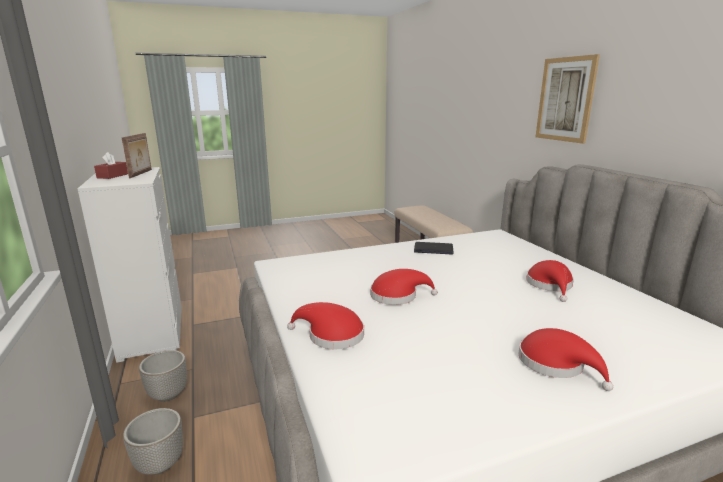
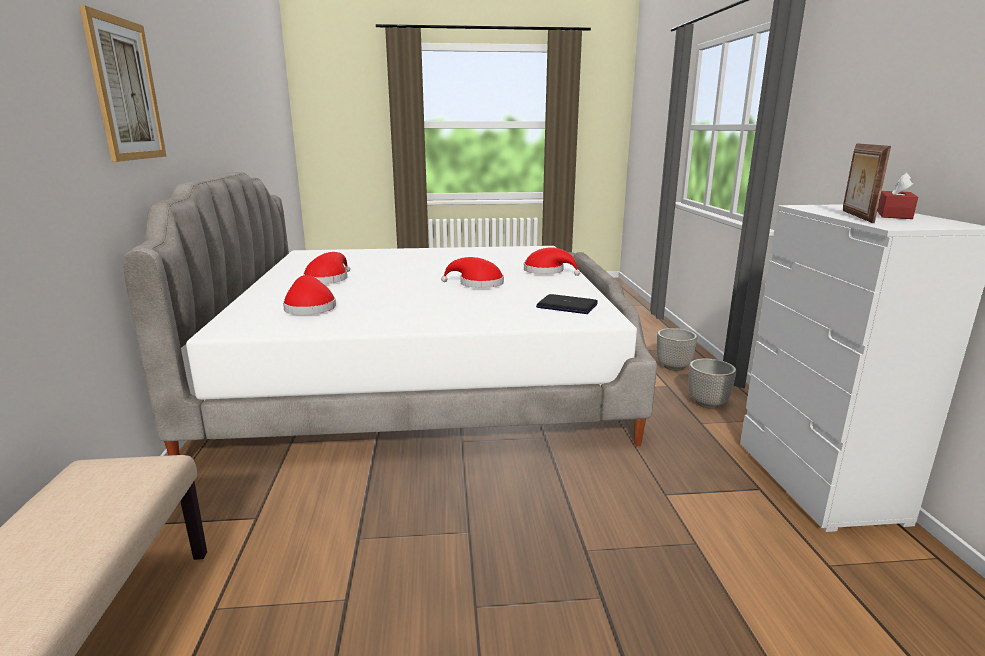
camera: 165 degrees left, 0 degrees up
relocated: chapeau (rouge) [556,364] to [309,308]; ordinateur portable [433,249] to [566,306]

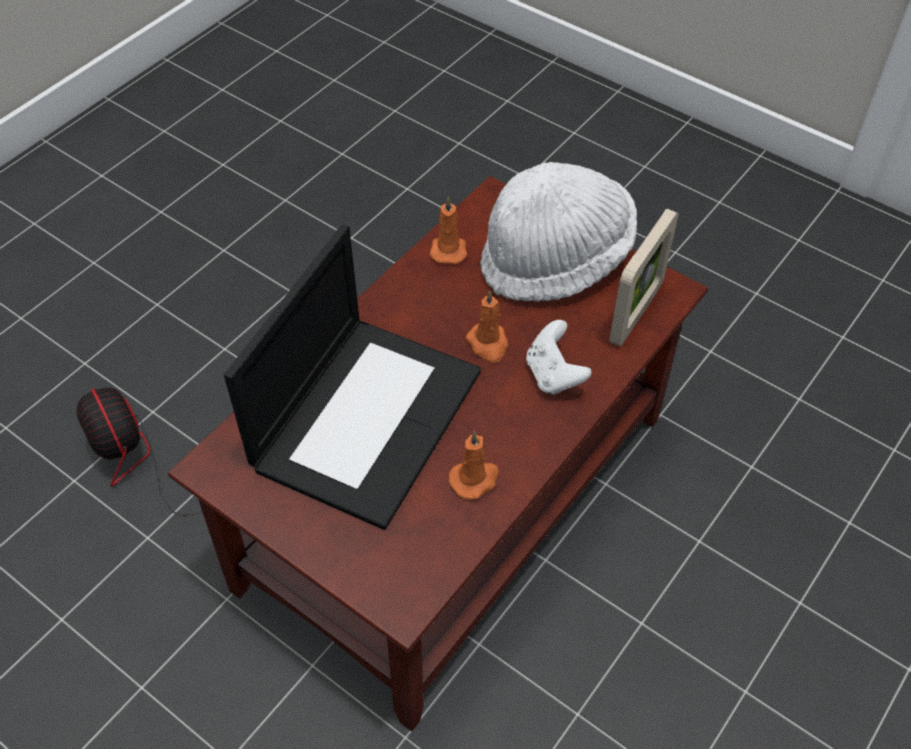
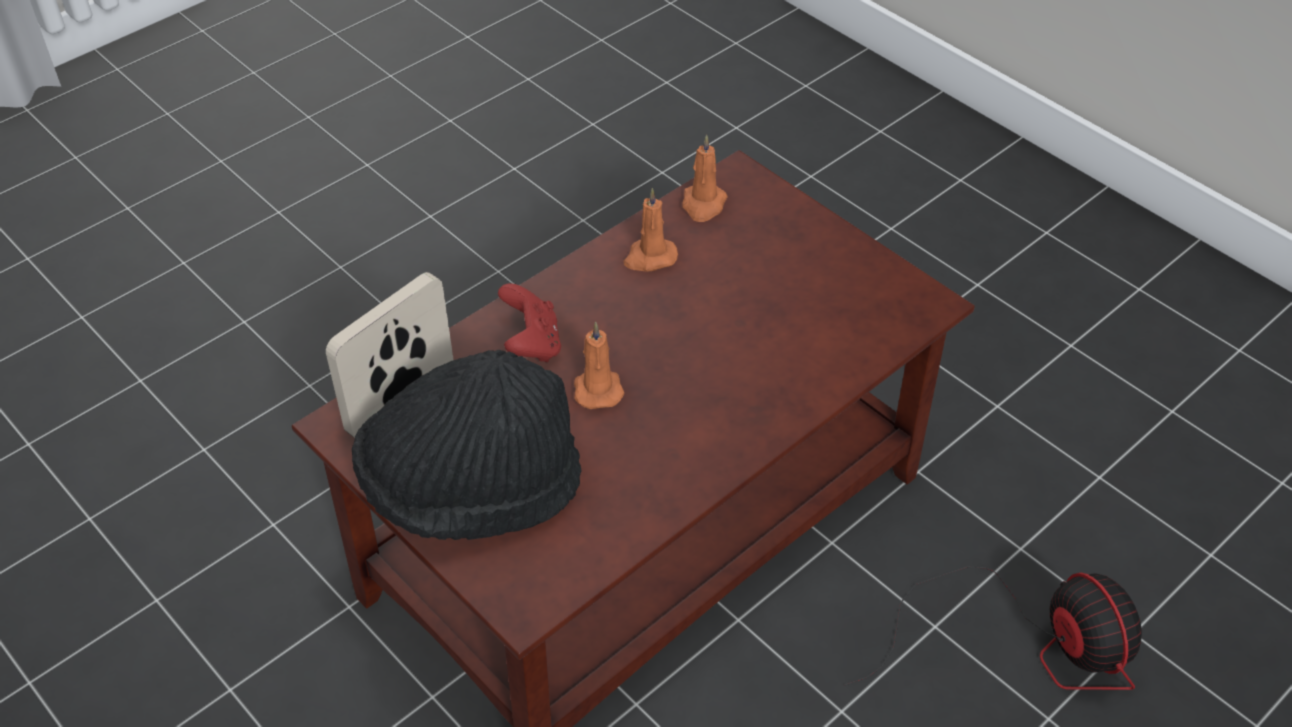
camera: 170 degrees left, 5 degrees down
missing: ordinateur portable [367,416]
relocated: bougie (orange) [448,249] to [703,205]
colour: chapeau (blanc) [556,260] to chapeau (noir) [472,488]; manette (blanc) [553,375] to manette (rouge) [531,344]

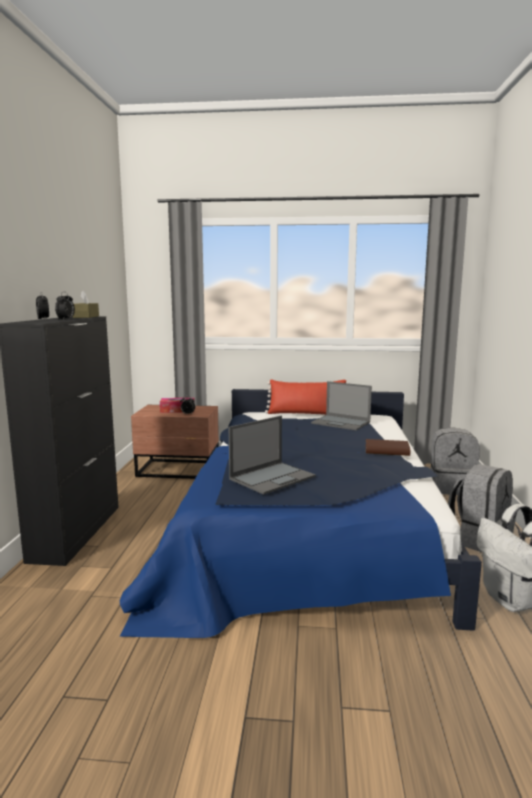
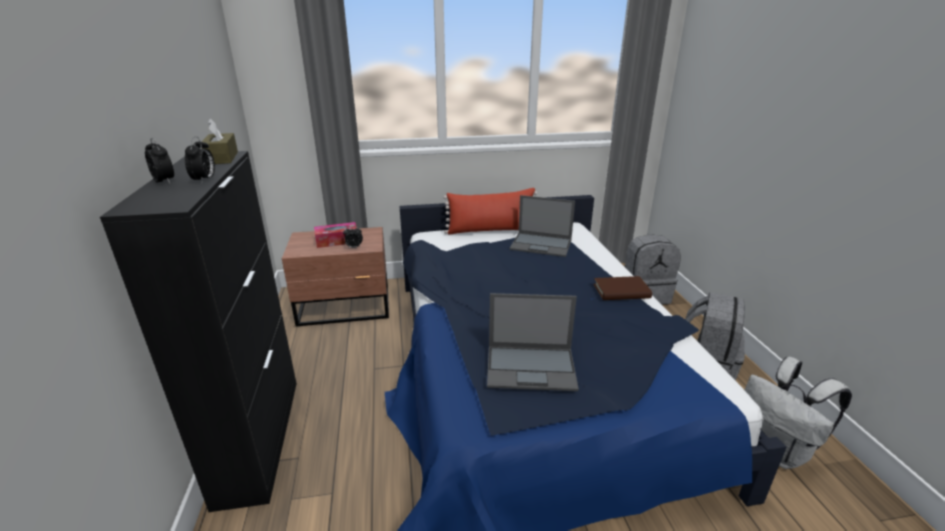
camera: 15 degrees left, 15 degrees up
spun: ordinateur portable [273,477] = [532,367] 60 degrees clockwise

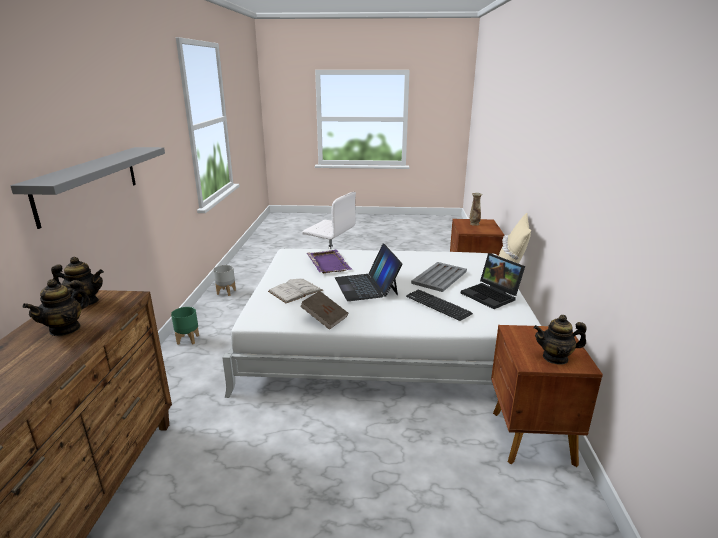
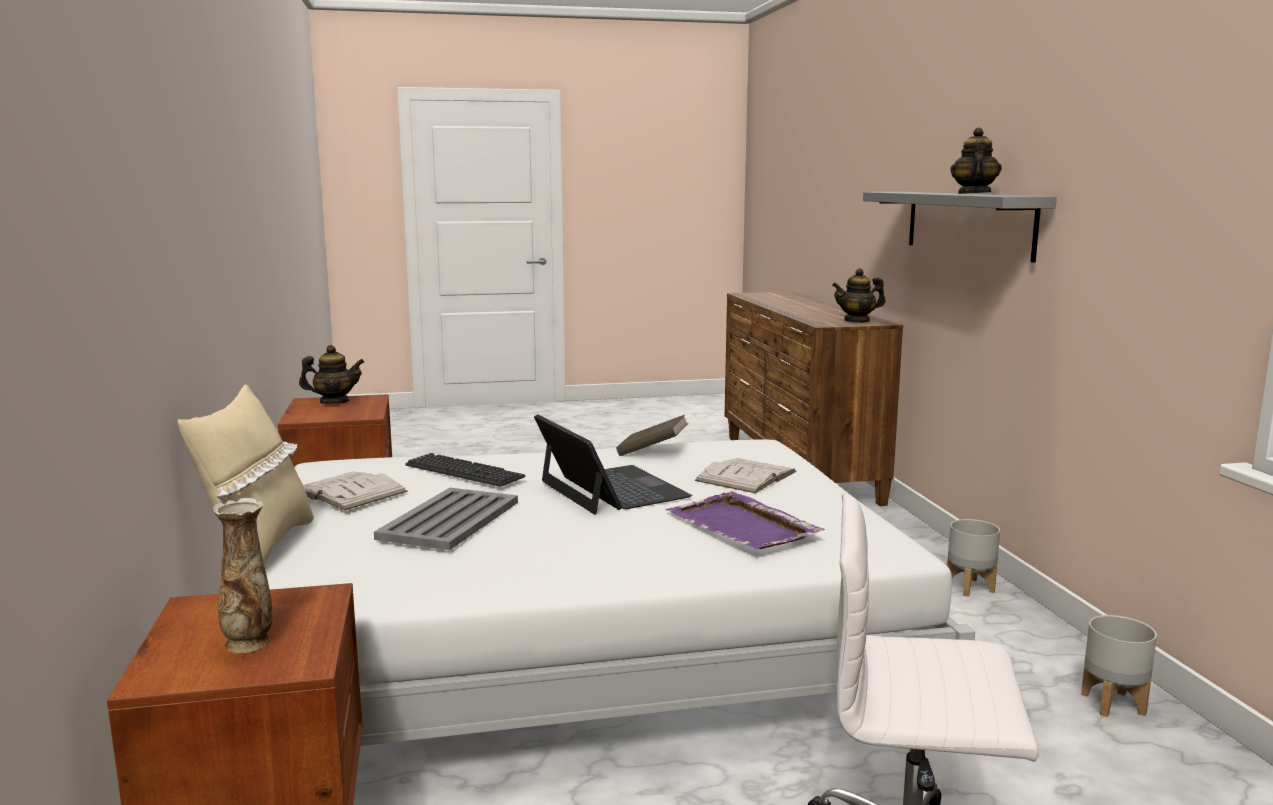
camera: 165 degrees right, 10 degrees down
relocated: théière [65,329] to [973,194]
exchanged: ordinateur portable [492,295] to livre (blanc) [348,491]
colour: cache-pot (vert) [187,339] to cache-pot (gris) [970,587]

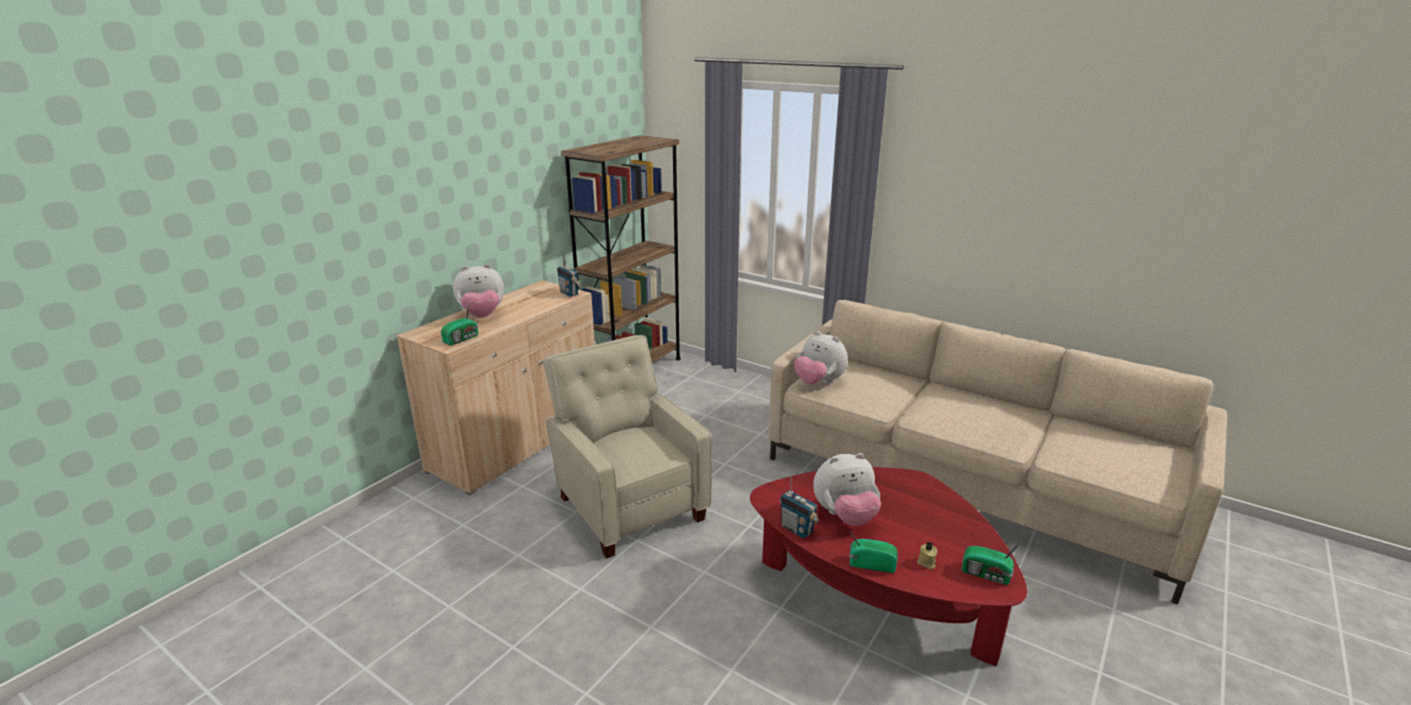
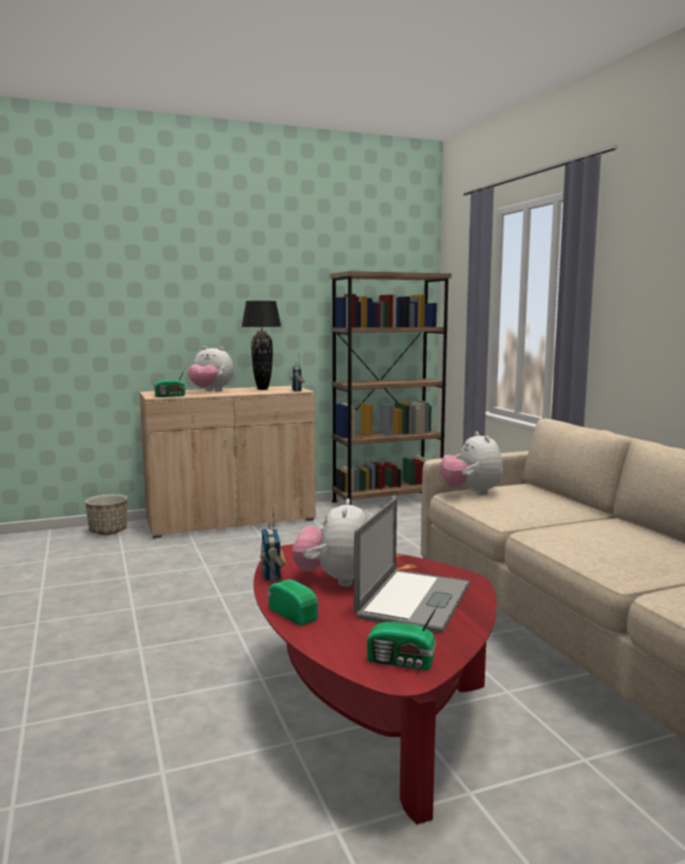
camera: 35 degrees right, 15 degrees down
missing: fauteuil (beige) [629,505]; bougie (beige) [926,563]
appeared: cache-pot [108,531]; lampe de table (noir) [262,389]; ordinateur portable [414,600]
spun: peluche [845,516] = [334,580] 75 degrees clockwise; radio [987,575] = [402,662] 45 degrees counterclockwise

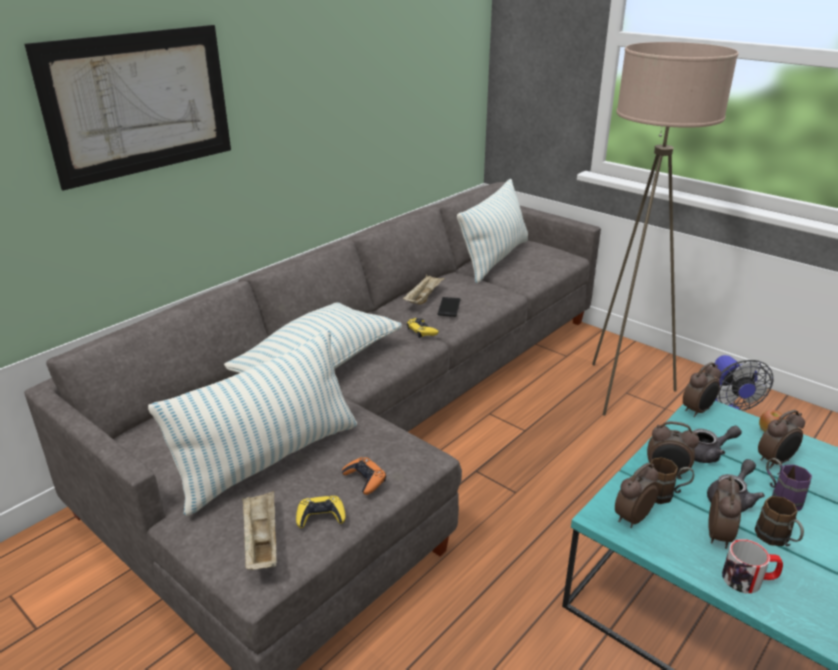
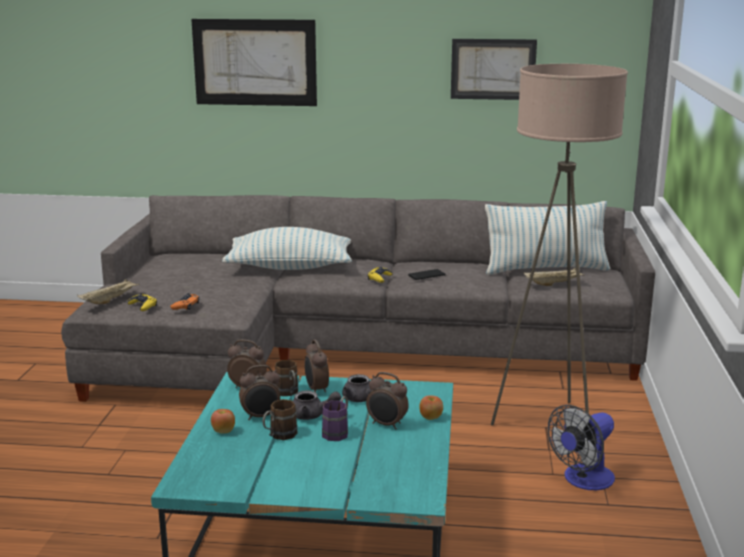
camera: 55 degrees right, 10 degrees down
missing: coussin [269,460]; réveil [698,411]
appeared: tableau [493,69]
relocated: plateau (beige) [423,298] to [553,284]
exchanged: mug [749,579] to pomme [223,431]

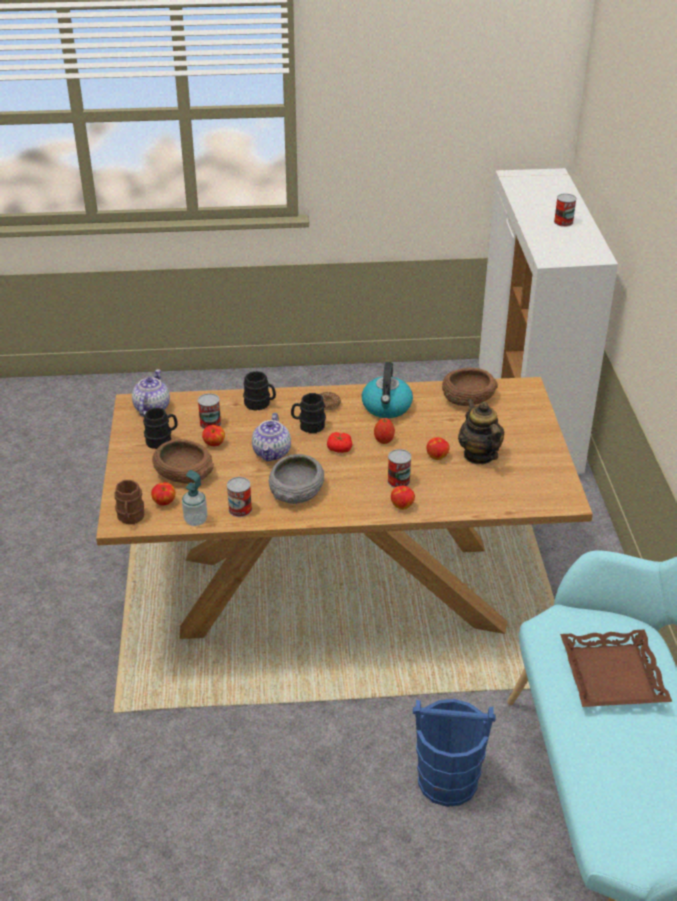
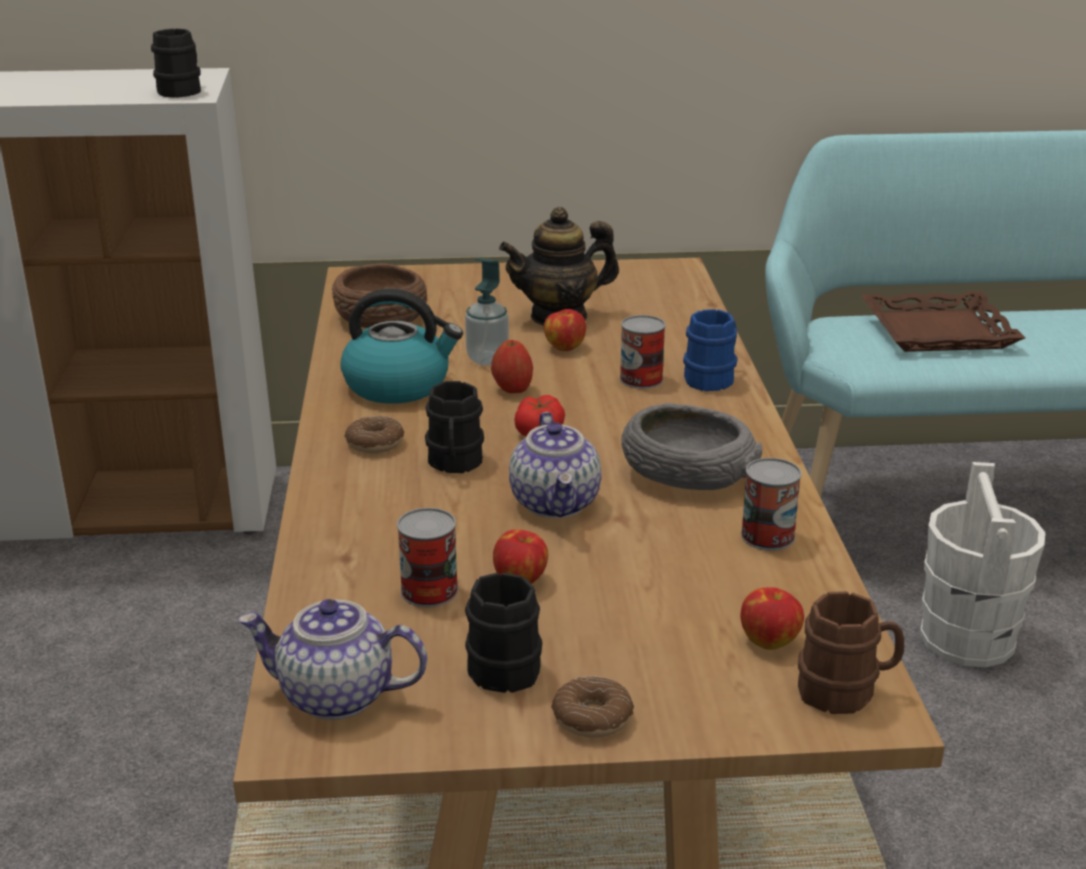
camera: 90 degrees left, 10 degrees down
missing: bol (marron) [184,472]; boîte métallique [563,222]
appeared: beignet [592,717]
relocated: mug (noir) [260,404] to [183,90]; distributeur de savon [195,520] to [487,359]
exchanged: pomme [402,505] to mug (bleu) [713,377]
colour: seau (bleu) [448,781] to seau (blanc) [967,638]
spun: théière [272,453] = [556,503] 75 degrees clockwise

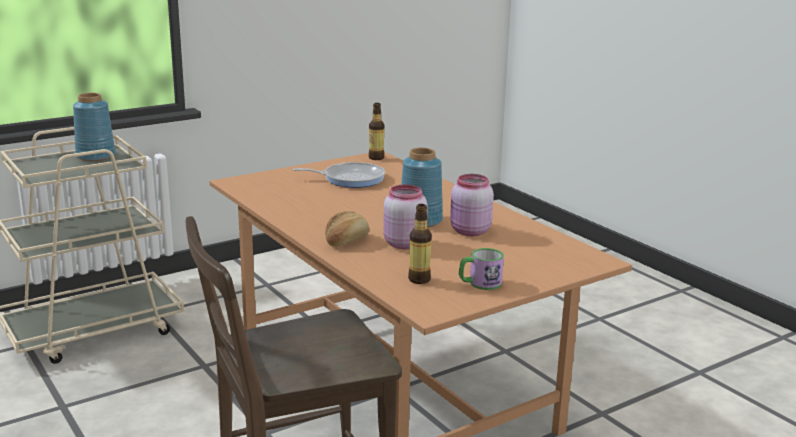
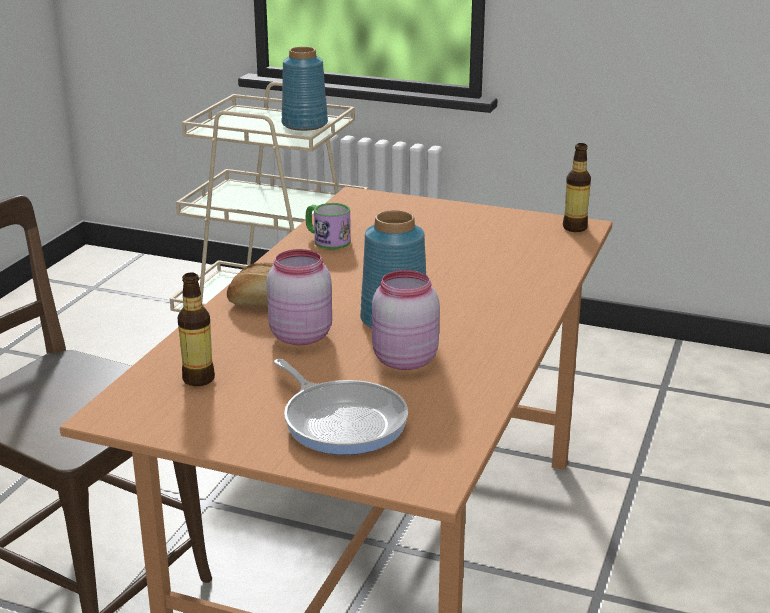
camera: 55 degrees right, 5 degrees up
relocated: poêle [350,179] to [342,421]; mug [479,283] to [327,240]

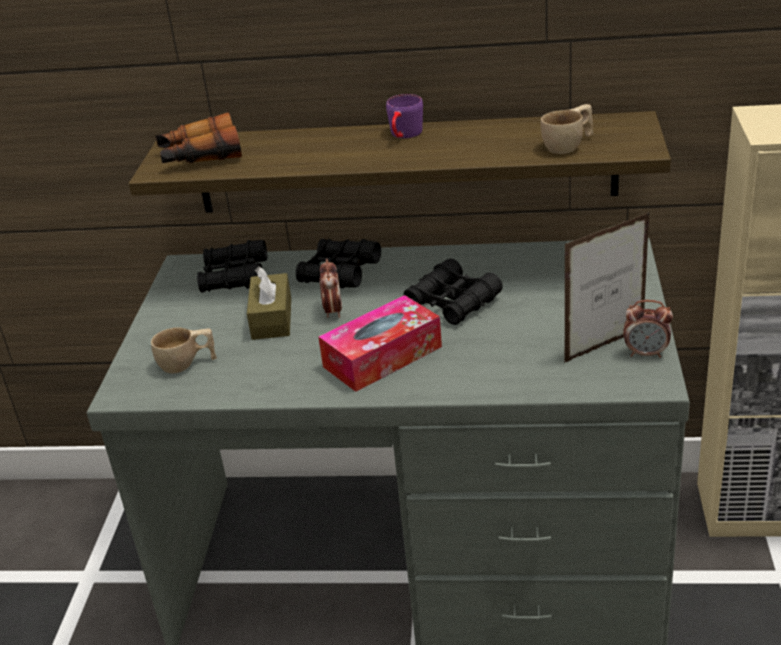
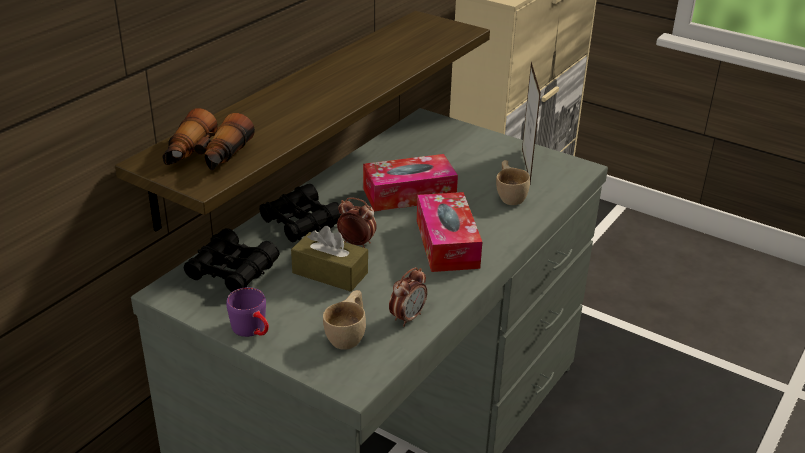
camera: 65 degrees left, 0 degrees up
relocated: mug (violet) [404,135] to [253,330]; réveil [646,353] to [407,318]; tasse (beige) [569,146] to [510,195]
exchanged: jumelles (noir) [453,302] to boîte à mouchoirs [409,194]

